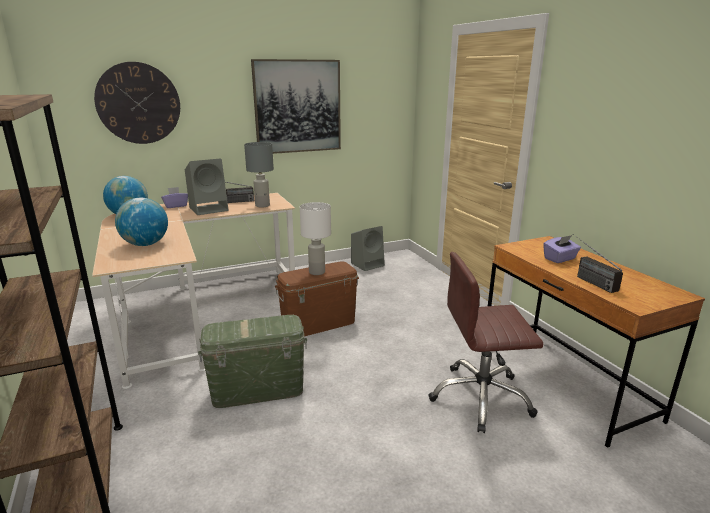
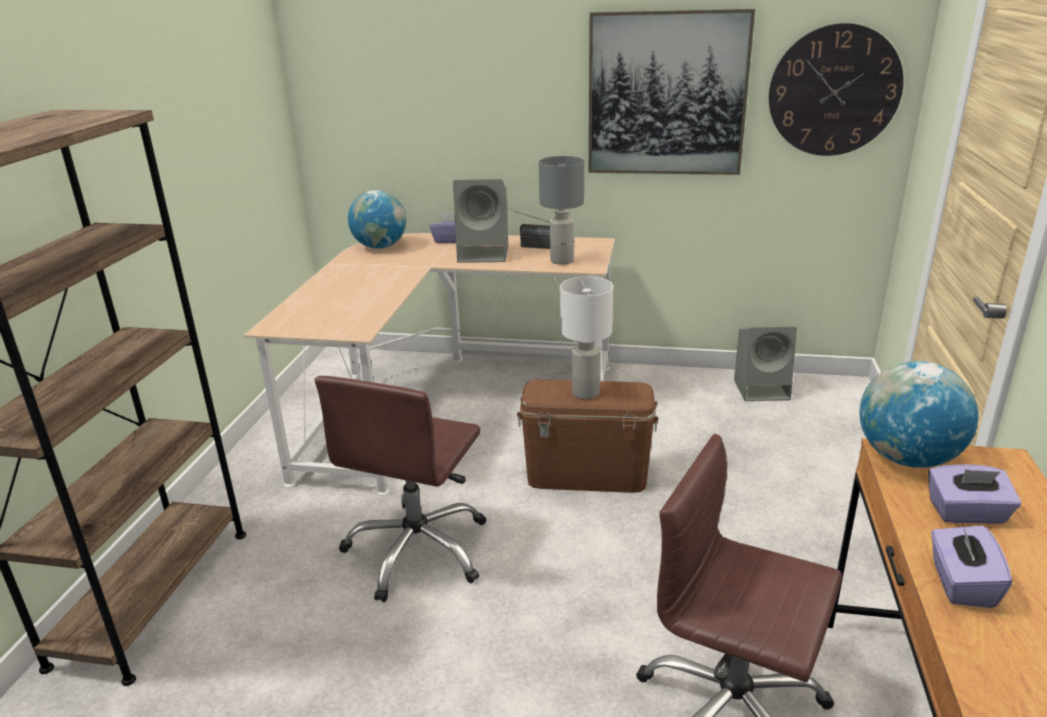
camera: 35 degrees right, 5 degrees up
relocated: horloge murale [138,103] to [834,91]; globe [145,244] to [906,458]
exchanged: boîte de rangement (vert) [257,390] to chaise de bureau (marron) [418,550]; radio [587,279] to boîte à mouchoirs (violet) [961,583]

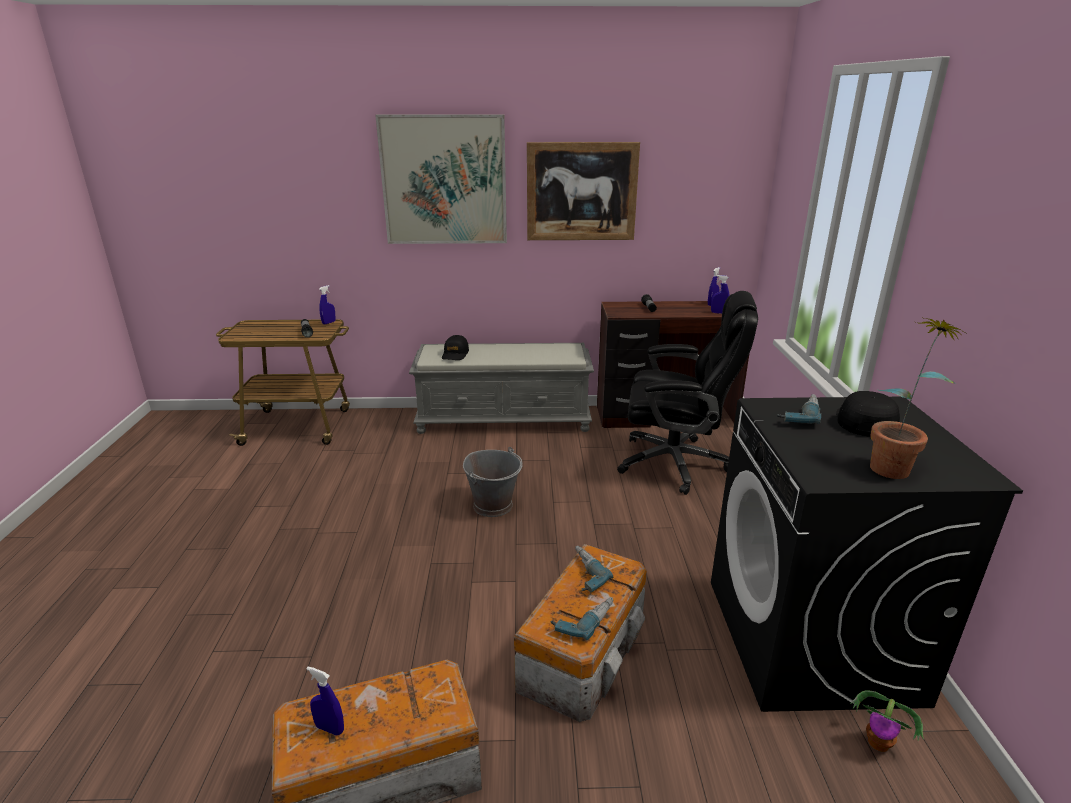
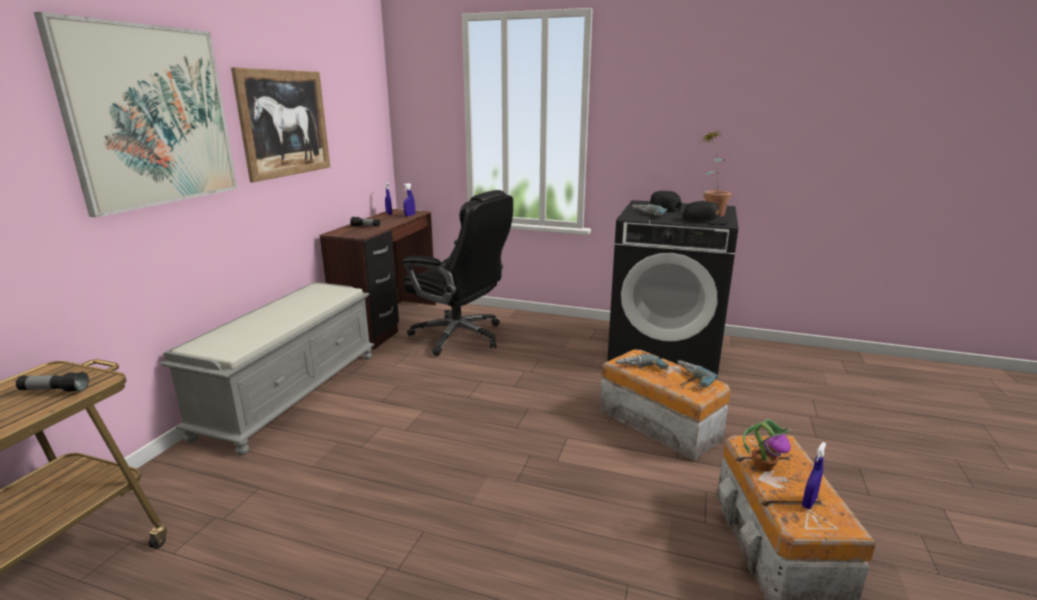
camera: 70 degrees left, 5 degrees down
missing: vaporisateur (bleu) [329,323]; seau (gris) [493,505]
relocated: casquette (noir) [455,354] to [706,221]; plante en pot [879,743] to [763,465]
spun: chaise de bureau (noir) [675,463] = [460,336] 90 degrees clockwise

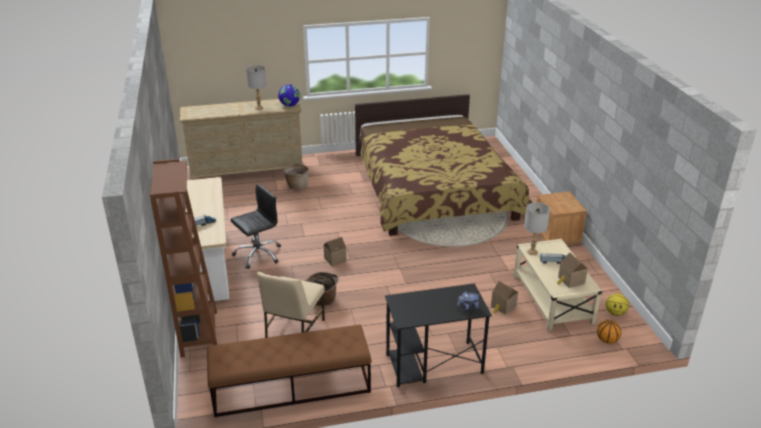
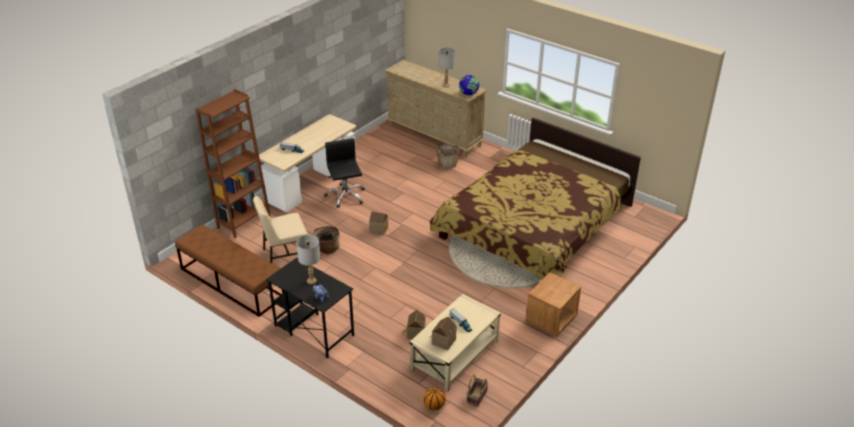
camera: 50 degrees right, 5 degrees up
relocated: lampe de table (gris) [532,252] to [311,280]
exchanged: ballon de basket [615,313] to panier [477,397]
spun: chaise de bureau (noir) [258,254] = [345,196] 120 degrees counterclockwise

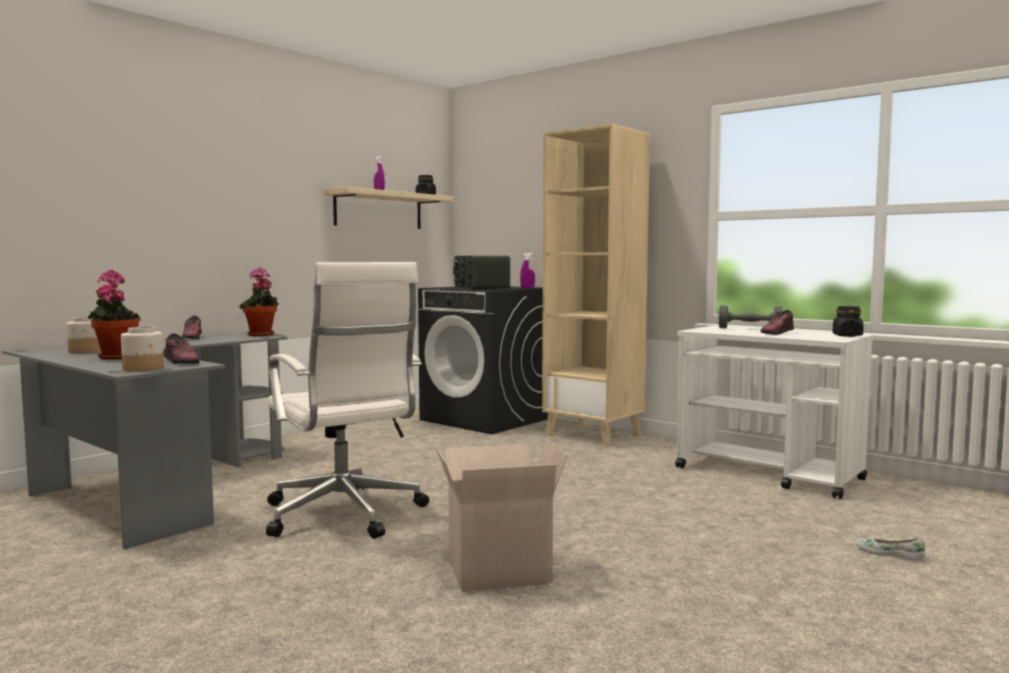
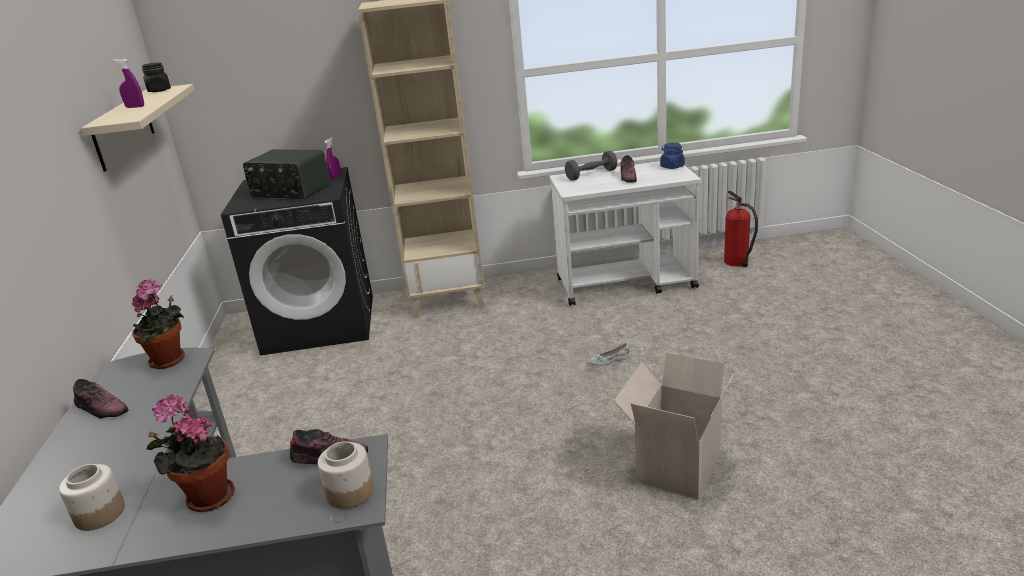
camera: 45 degrees left, 20 degrees up
missing: chaise de bureau (blanc) [344,515]
appeared: extincteur [738,262]
relocated: chaussure (blanc) [889,554] to [609,360]
colour: bocal (noir) [847,335] to bocal (bleu) [672,166]

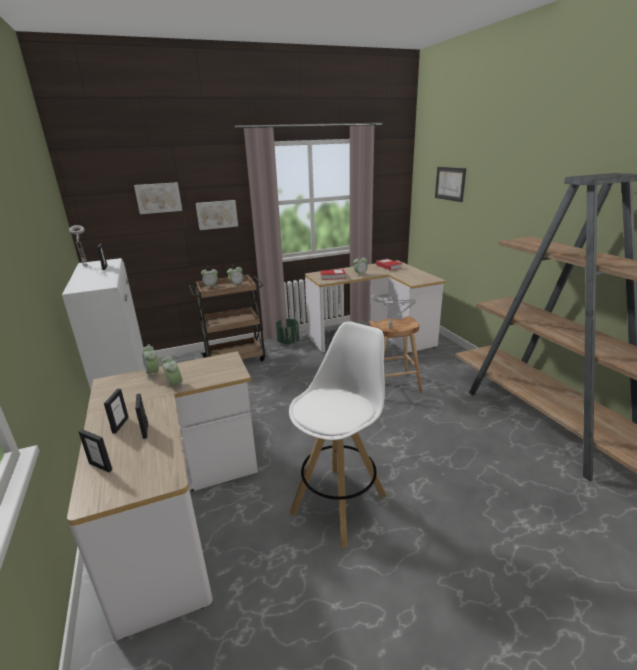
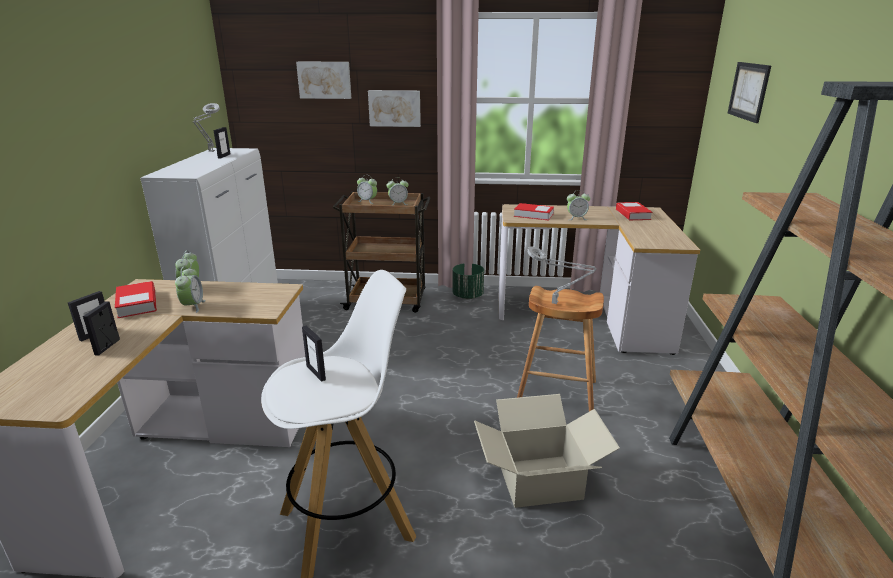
camera: 25 degrees right, 0 degrees up
appeared: livre [137,304]; carton [540,481]
relocated: cadre photo [101,466] to [316,373]

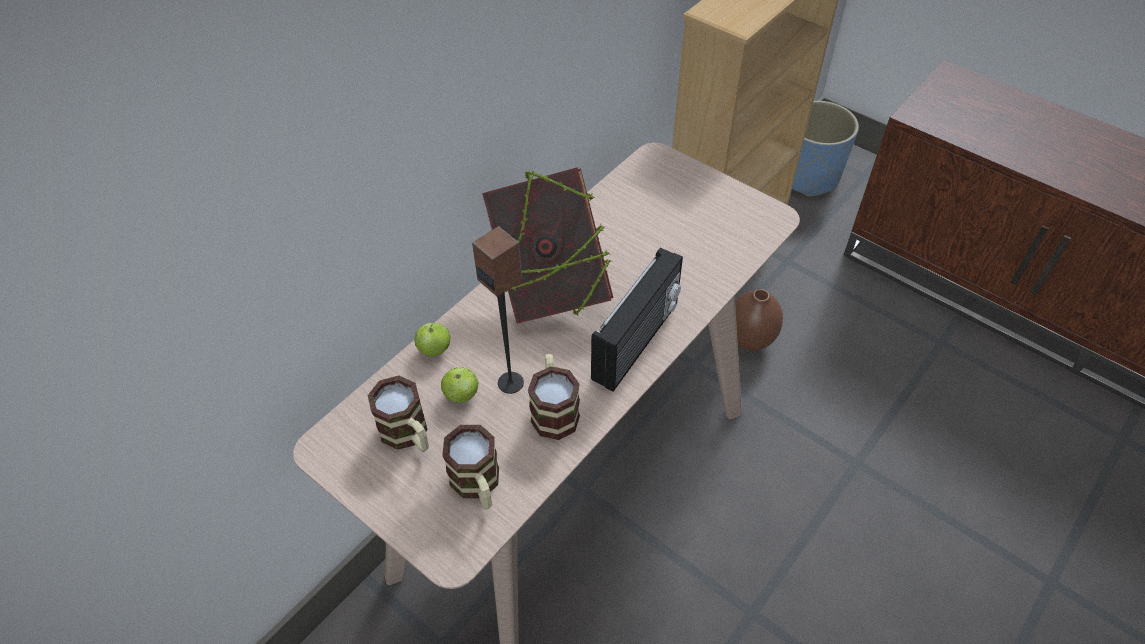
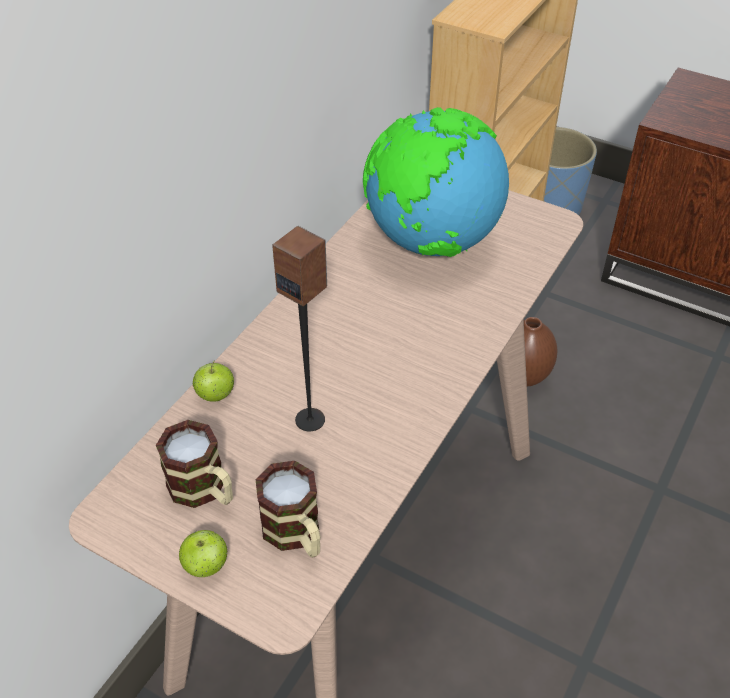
camera: 10 degrees left, 5 degrees down
missing: livre [550,290]; mug [553,409]; radio [637,342]
appeared: globe [431,243]
relocated: pomme [461,395] to [206,566]

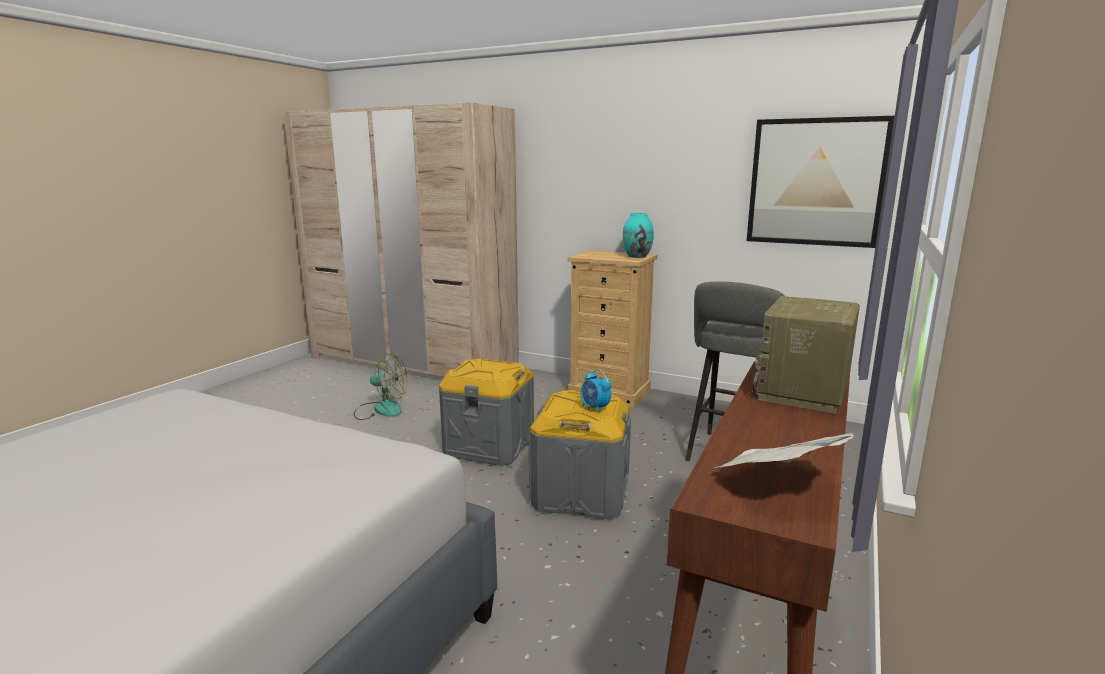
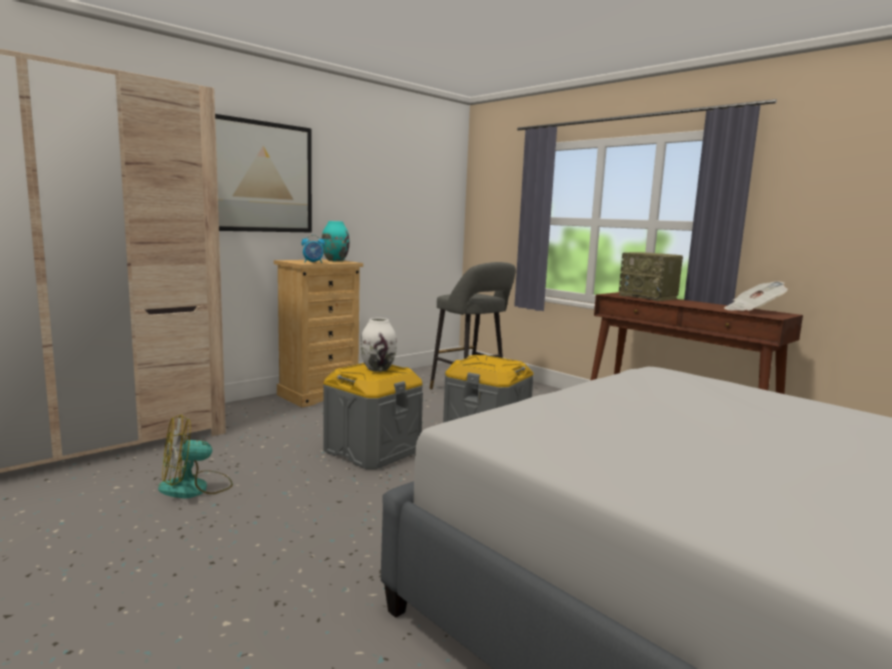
camera: 70 degrees left, 5 degrees down
appeared: vase (blanc) [378,369]
relocated: tableau [816,182] to [261,177]; réveil [595,408] to [313,262]
spun: ventilateur [380,409] = [195,488] 150 degrees counterclockwise

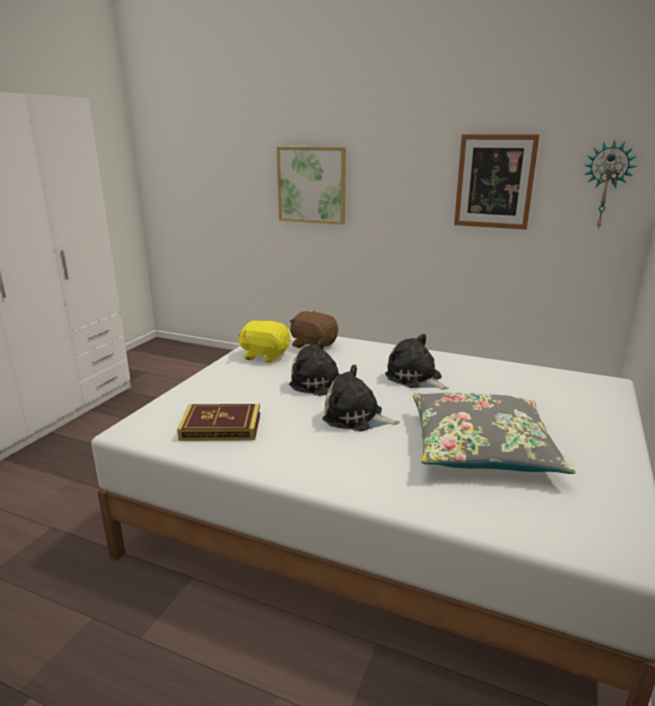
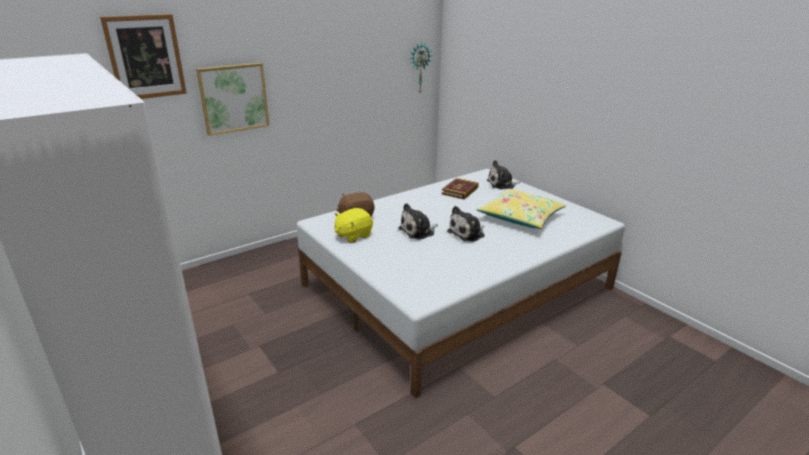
camera: 60 degrees left, 5 degrees up
relocated: tableau [494,181] to [145,57]; livre [221,427] to [460,191]; peluche [415,378] to [502,184]
colour: coussin (gris) [481,447] to coussin (jaune) [520,217]

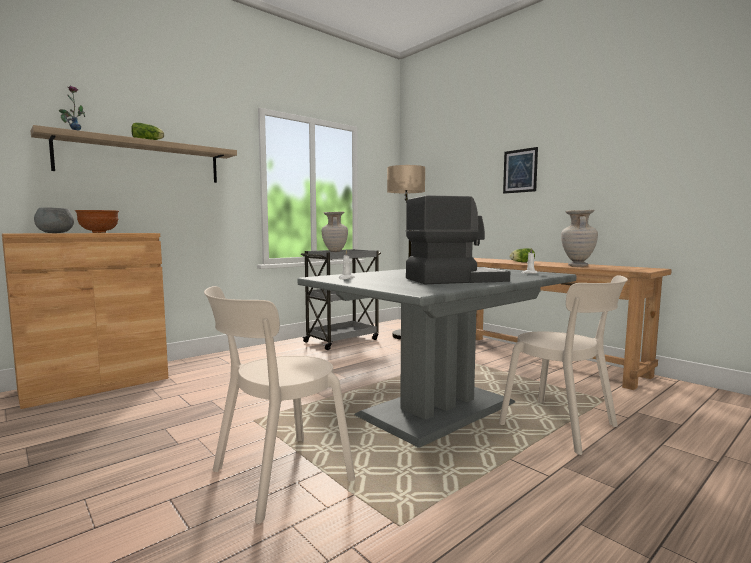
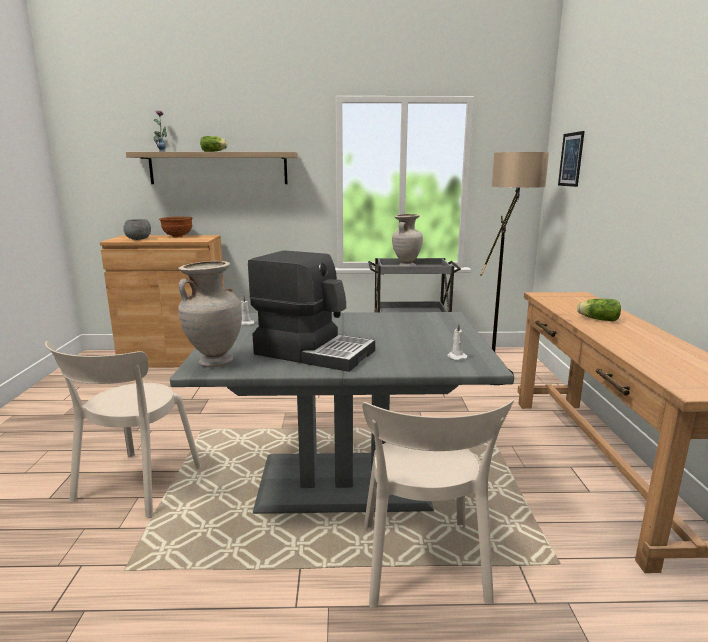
camera: 40 degrees right, 10 degrees up
relocated: vase (beige) [577,266] to [215,362]; tableau [520,171] to [571,159]
spun: chaise (beige) [276,477] = [135,486] 75 degrees counterclockwise

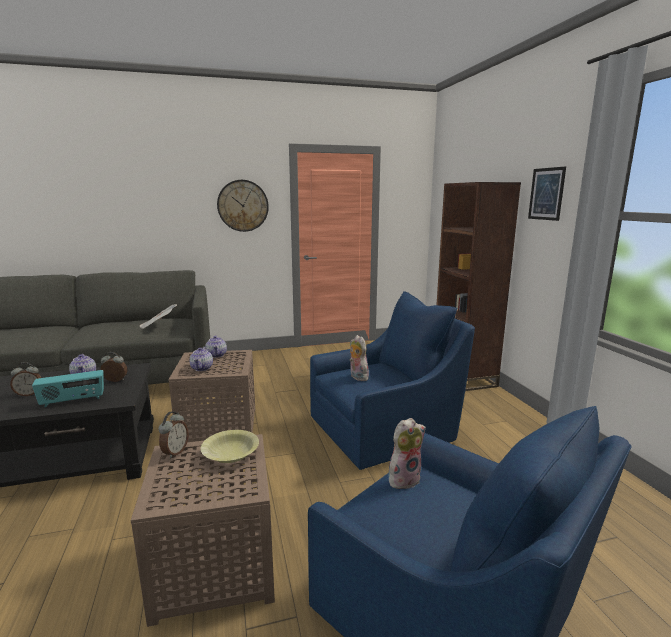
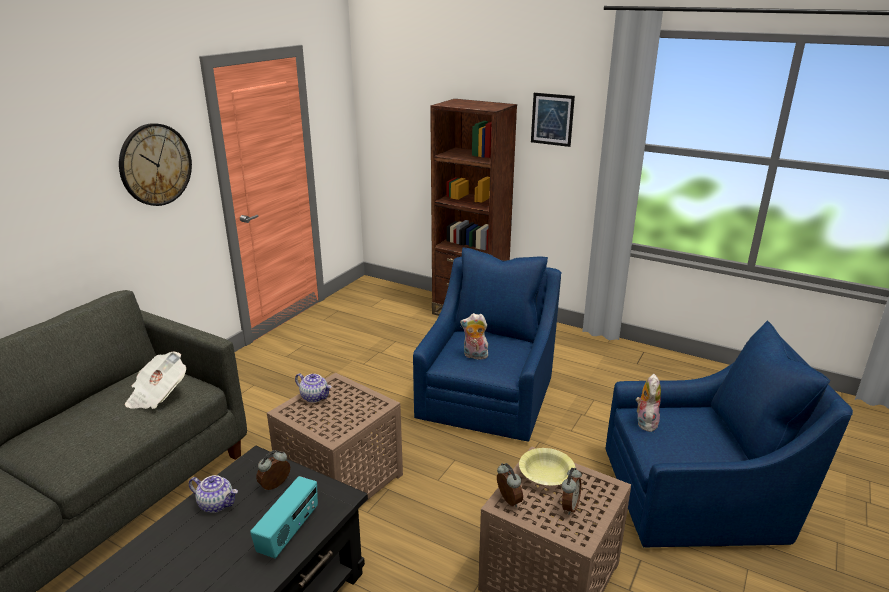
camera: 45 degrees left, 10 degrees up
missing: théière [202,368]
relocated: réveil [29,394] to [569,506]

